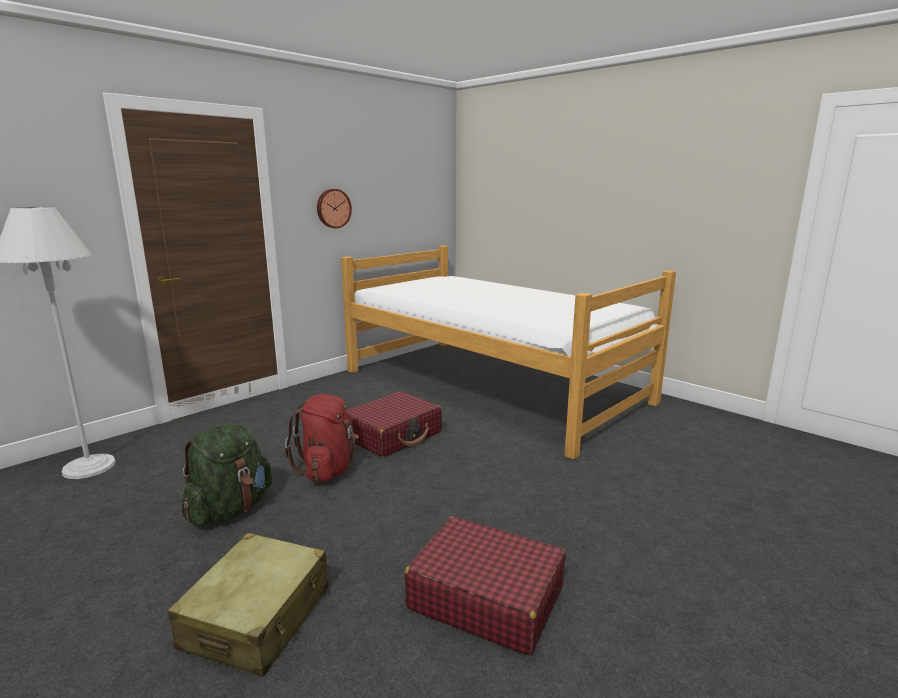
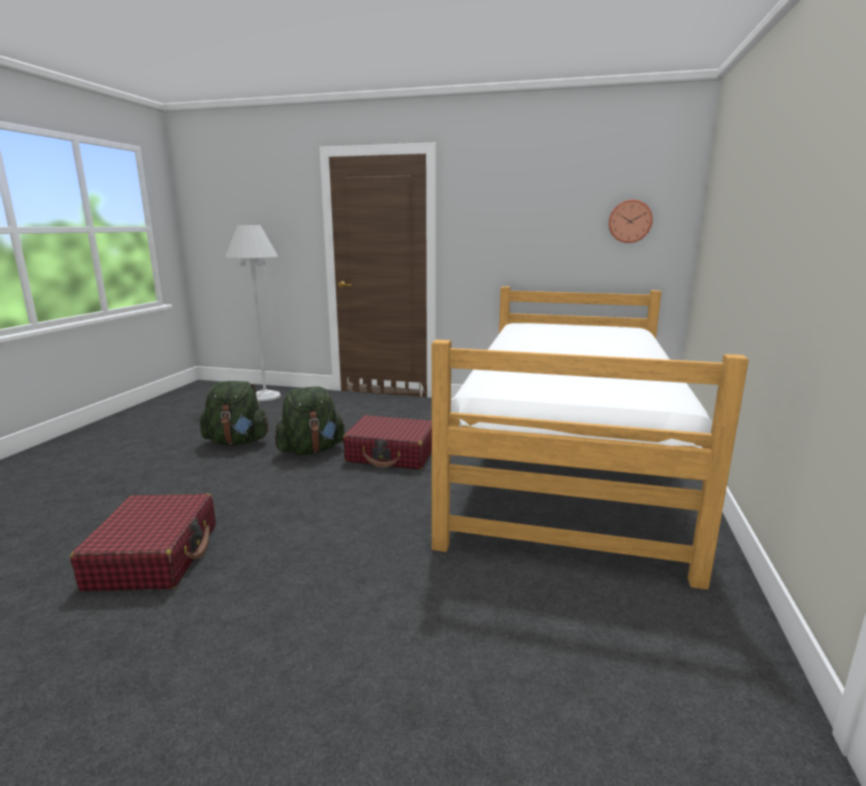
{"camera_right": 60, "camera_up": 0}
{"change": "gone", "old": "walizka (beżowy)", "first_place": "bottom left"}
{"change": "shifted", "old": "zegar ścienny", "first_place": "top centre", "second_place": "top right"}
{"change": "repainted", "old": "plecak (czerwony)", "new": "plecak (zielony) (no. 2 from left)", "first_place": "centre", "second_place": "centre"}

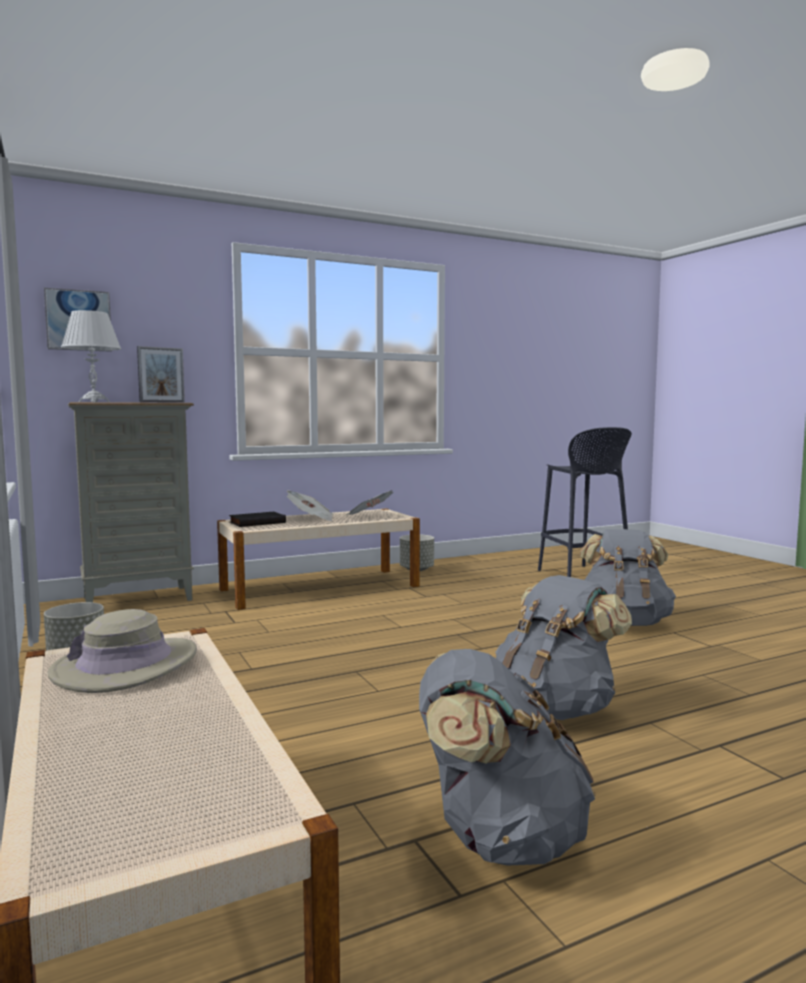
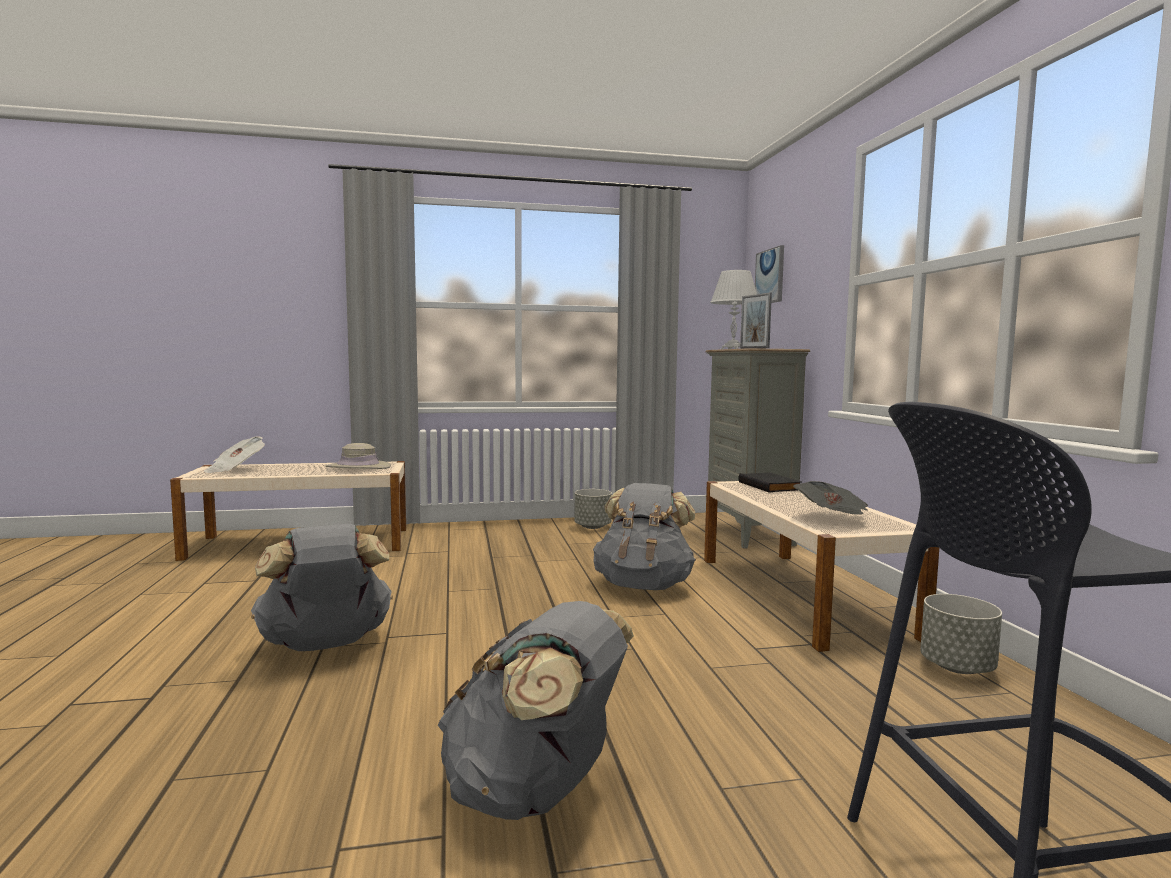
{"camera_right": 105, "camera_up": 0}
{"change": "shifted", "old": "gazeta (no. 1 from left)", "first_place": "centre", "second_place": "middle left"}
{"change": "shifted", "old": "plecak (szary) (no. 1 from left in the first image)", "new": "plecak (szary) (no. 3 from left)", "first_place": "bottom centre", "second_place": "centre"}

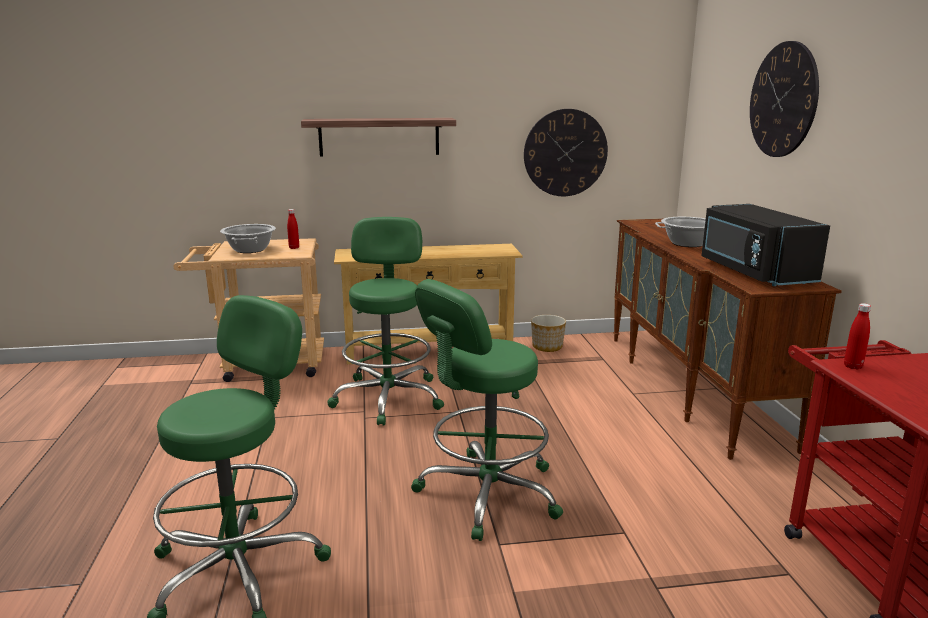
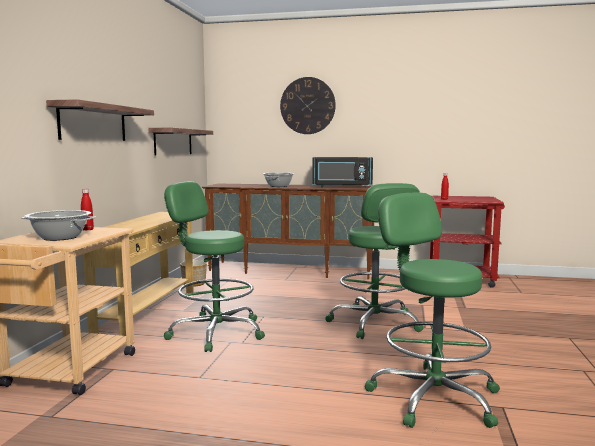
{"camera_right": -70, "camera_up": -10}
{"change": "swapped", "old": "zegar ścienny (no. 1 from left)", "new": "półka (no. 2 from left)", "first_place": "top centre", "second_place": "top left"}

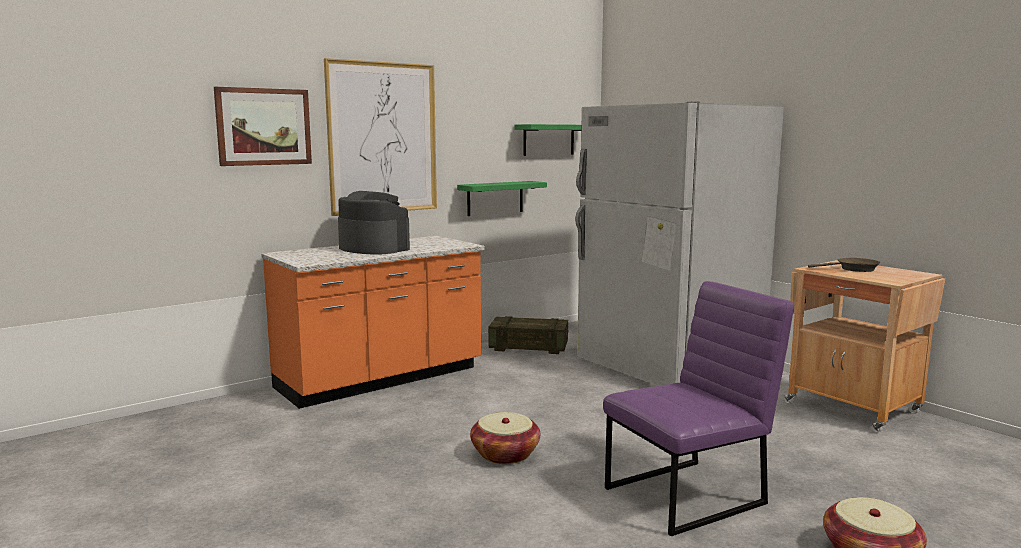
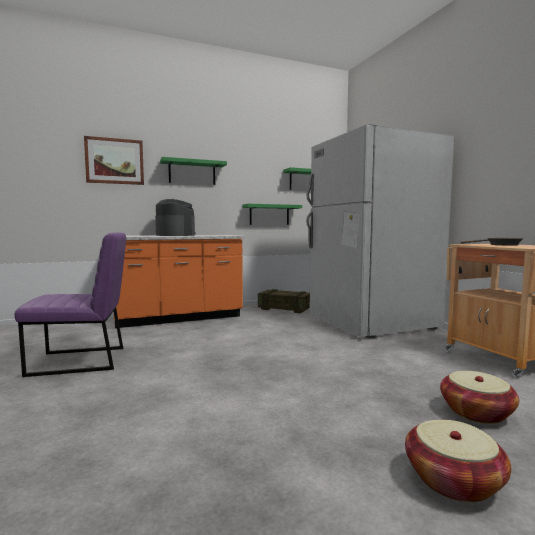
{"camera_right": 15, "camera_up": -5}
{"change": "shifted", "old": "koszyk (no. 1 from left in the first image)", "new": "koszyk (no. 2 from left)", "first_place": "bottom centre", "second_place": "bottom right"}
{"change": "shifted", "old": "krzesło (fioletowy)", "first_place": "bottom right", "second_place": "middle left"}
{"change": "swapped", "old": "obraz (no. 2 from left)", "new": "półka (zielony) (no. 1 from left)", "first_place": "top centre", "second_place": "top centre"}

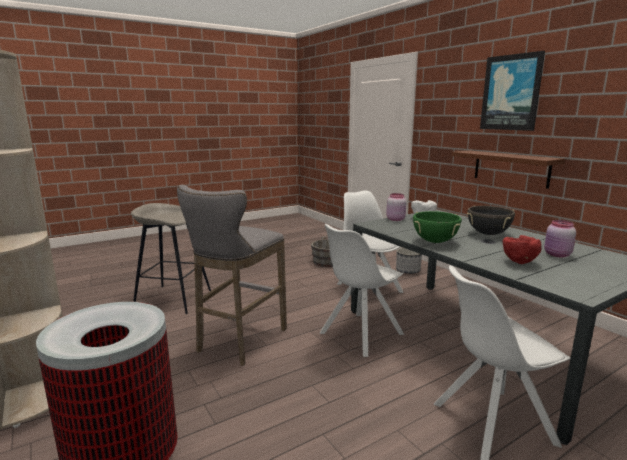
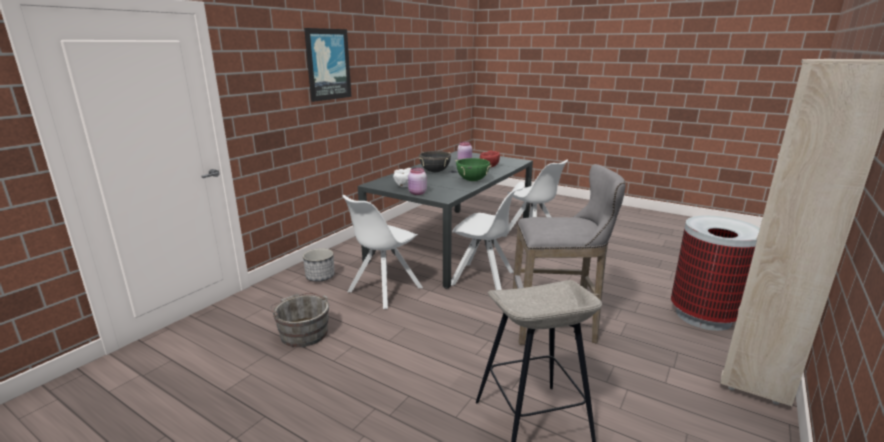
{"camera_right": -115, "camera_up": 5}
{"change": "gone", "old": "półka (brązowy)", "first_place": "middle right"}

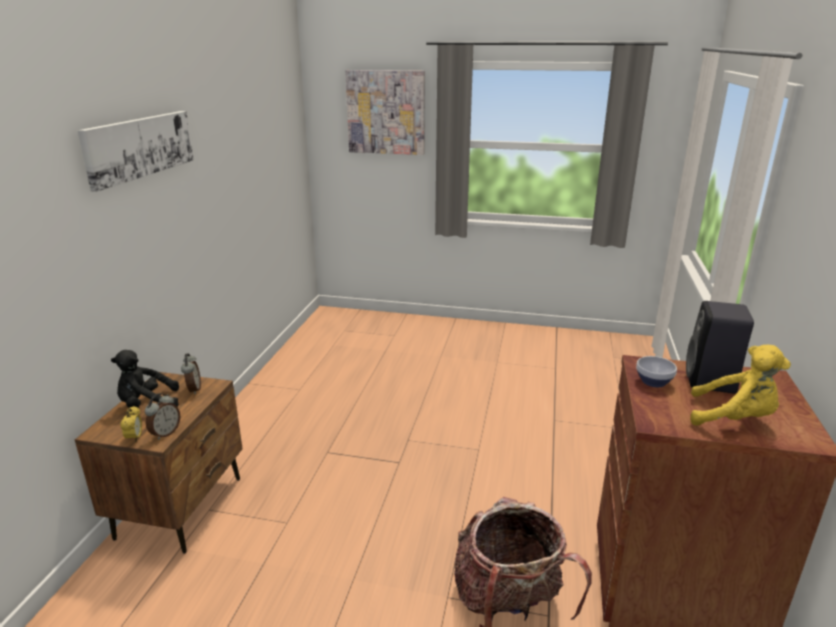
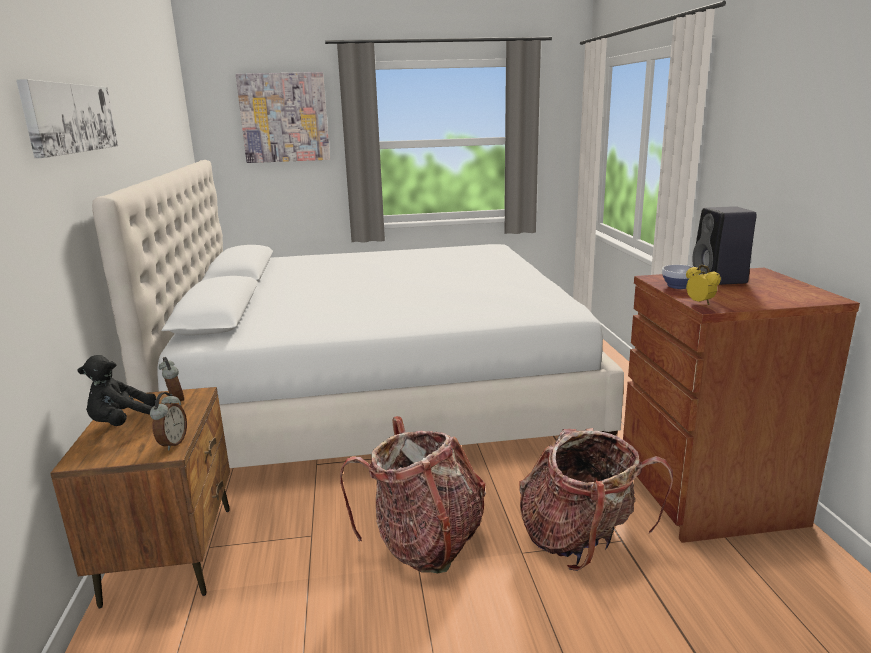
{"camera_right": -20, "camera_up": -5}
{"change": "gone", "old": "pluszak (żółty)", "first_place": "middle right"}
{"change": "new", "new": "łóżko (biały)", "second_place": "centre"}
{"change": "new", "new": "plecak (no. 1 from left)", "second_place": "bottom centre"}
{"change": "shifted", "old": "budzik (no. 1 from left in the first image)", "new": "budzik (no. 3 from left)", "first_place": "bottom left", "second_place": "middle right"}

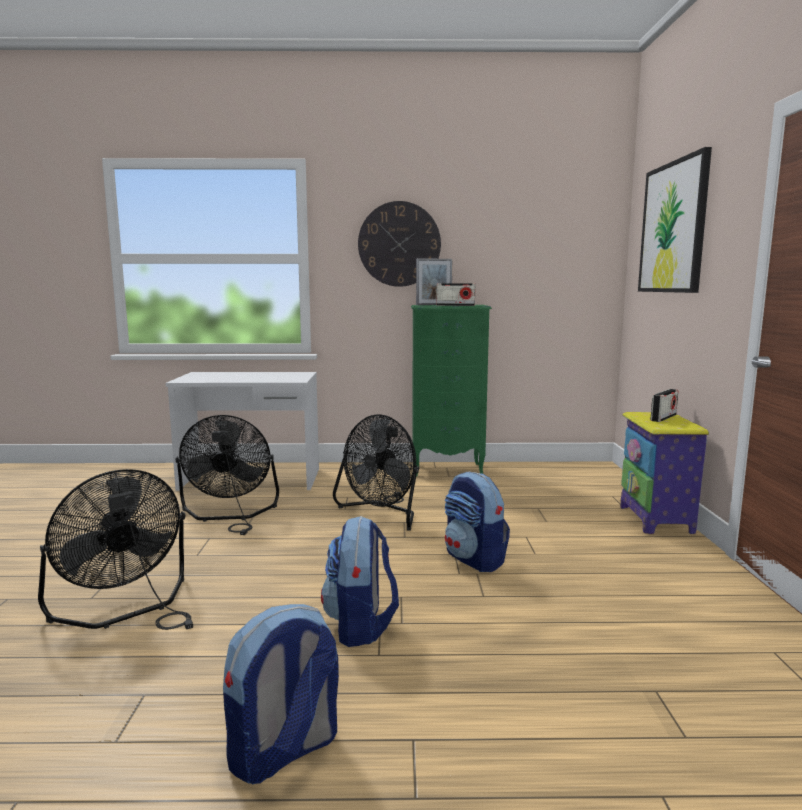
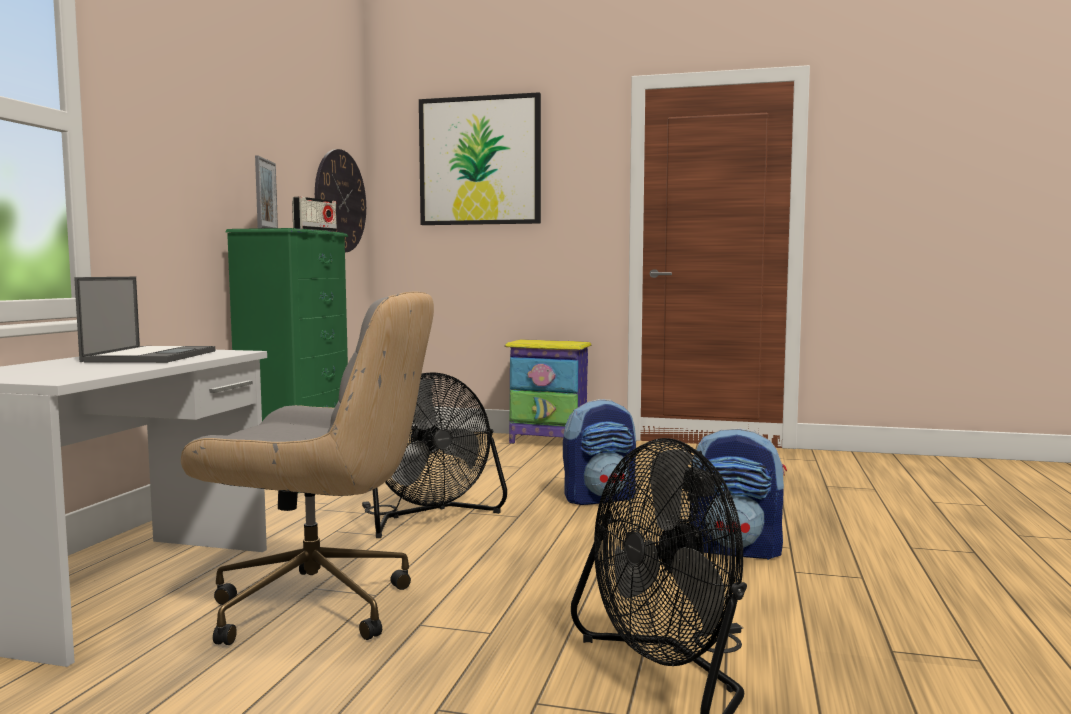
{"camera_right": -75, "camera_up": -5}
{"change": "gone", "old": "plecak (no. 1 from left)", "first_place": "bottom centre"}
{"change": "gone", "old": "radio (no. 2 from left)", "first_place": "middle right"}
{"change": "new", "new": "laptop", "second_place": "middle left"}
{"change": "shifted", "old": "zegar ścienny", "first_place": "top centre", "second_place": "top left"}
{"change": "swapped", "old": "wentylator (czarny) (no. 2 from left)", "new": "krzesło biurowe (szary)", "first_place": "middle left", "second_place": "middle left"}

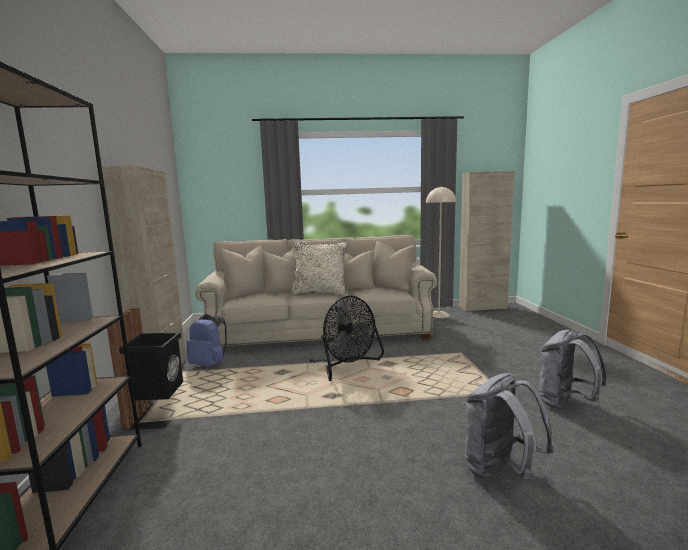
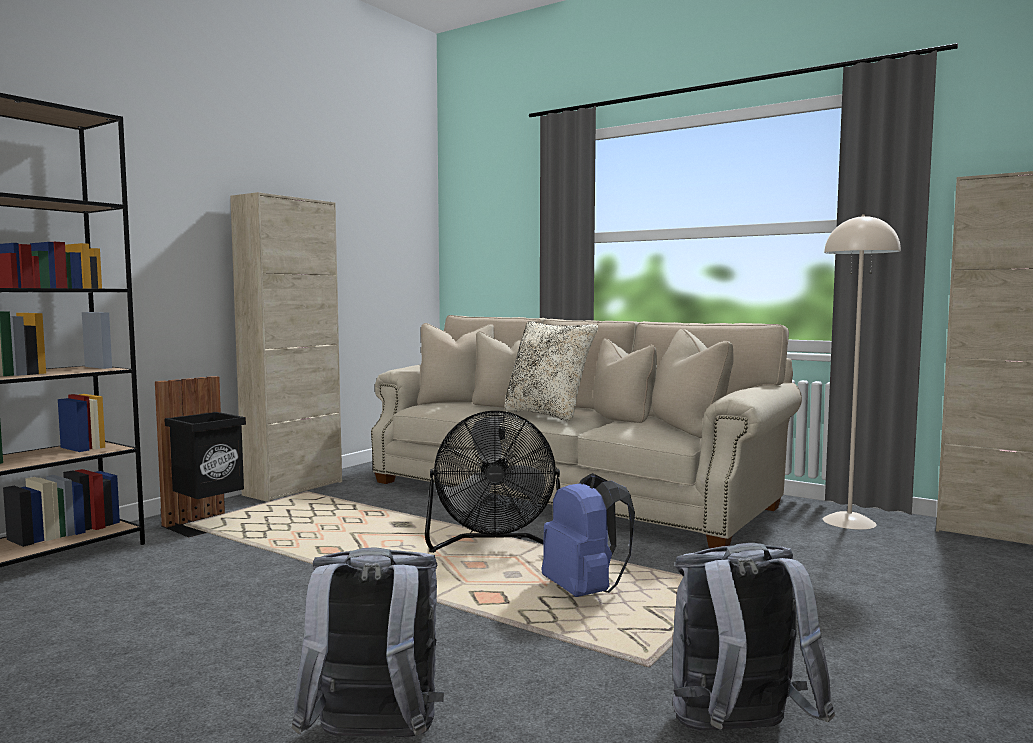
{"camera_right": 40, "camera_up": -5}
{"change": "shifted", "old": "plecak (niebieski)", "first_place": "middle left", "second_place": "bottom centre"}

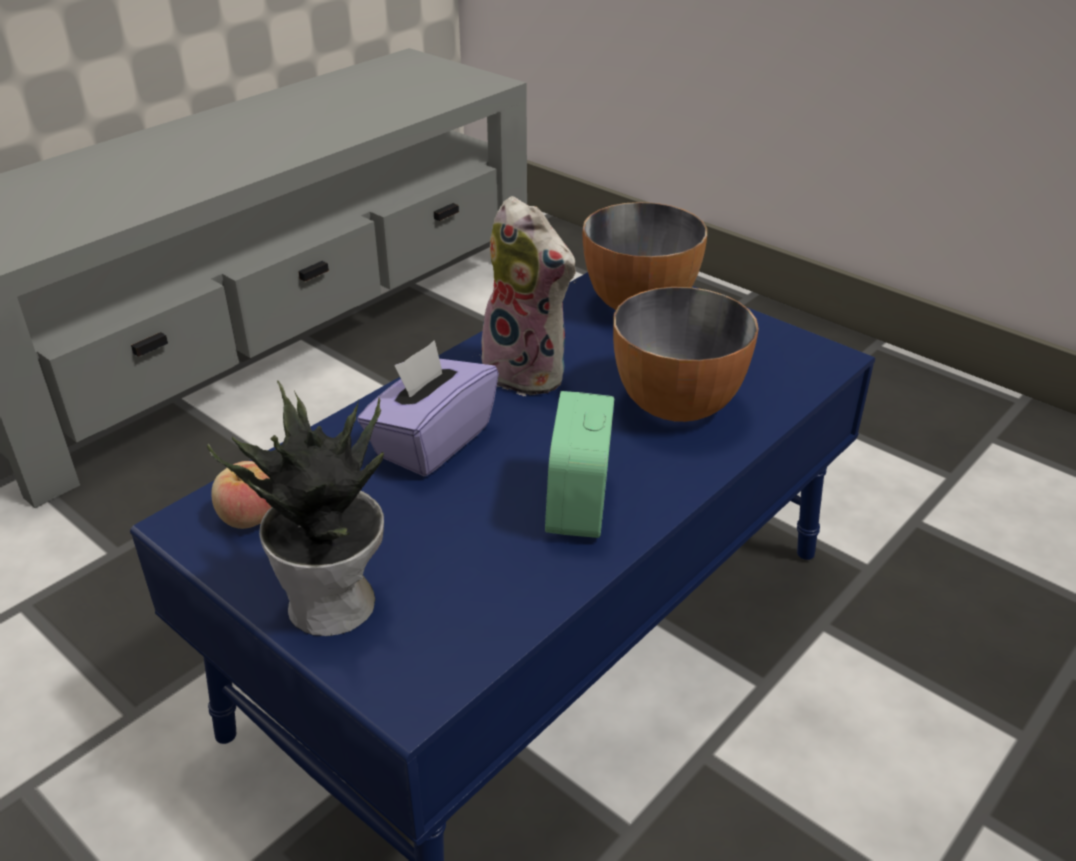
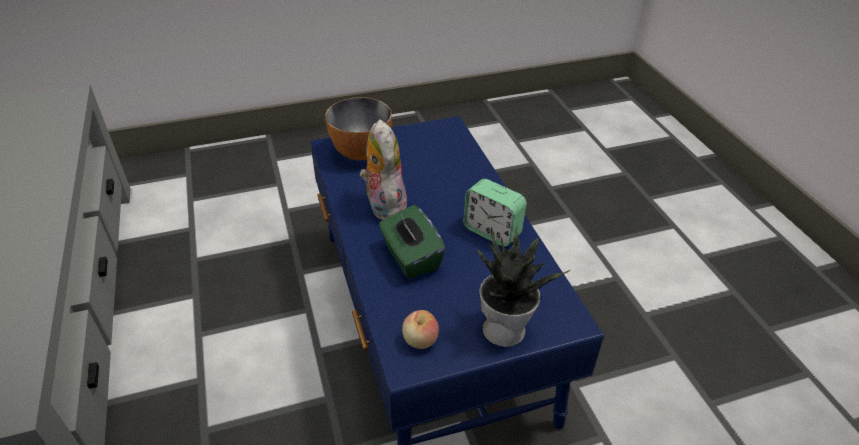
{"camera_right": -60, "camera_up": 5}
{"change": "gone", "old": "miska (no. 2 from left)", "first_place": "centre"}
{"change": "repainted", "old": "pudełko chusteczek (fioletowy)", "new": "pudełko chusteczek (zielony)", "first_place": "centre", "second_place": "centre"}
{"change": "rotated", "old": "pluszak", "first_place": "centre", "second_place": "centre", "degrees": -90}

